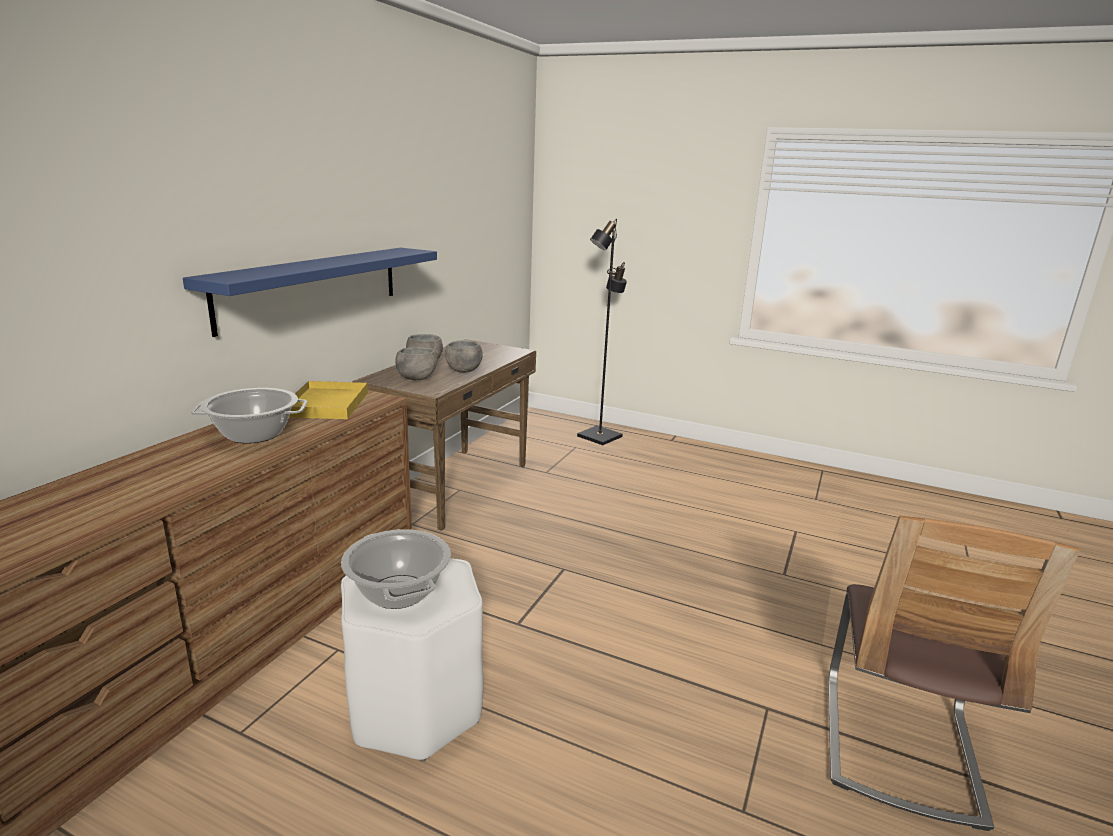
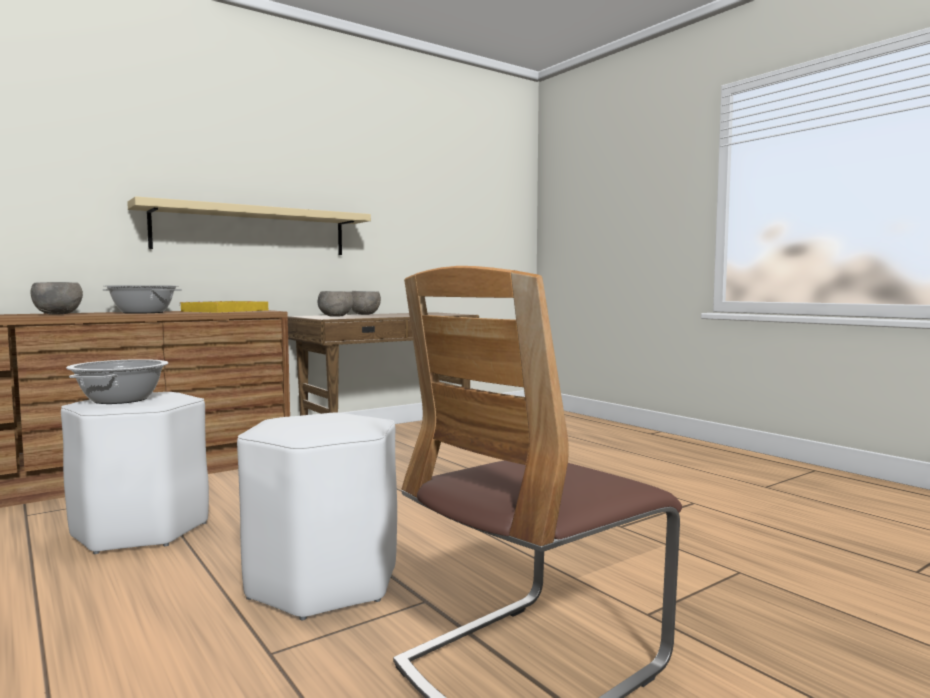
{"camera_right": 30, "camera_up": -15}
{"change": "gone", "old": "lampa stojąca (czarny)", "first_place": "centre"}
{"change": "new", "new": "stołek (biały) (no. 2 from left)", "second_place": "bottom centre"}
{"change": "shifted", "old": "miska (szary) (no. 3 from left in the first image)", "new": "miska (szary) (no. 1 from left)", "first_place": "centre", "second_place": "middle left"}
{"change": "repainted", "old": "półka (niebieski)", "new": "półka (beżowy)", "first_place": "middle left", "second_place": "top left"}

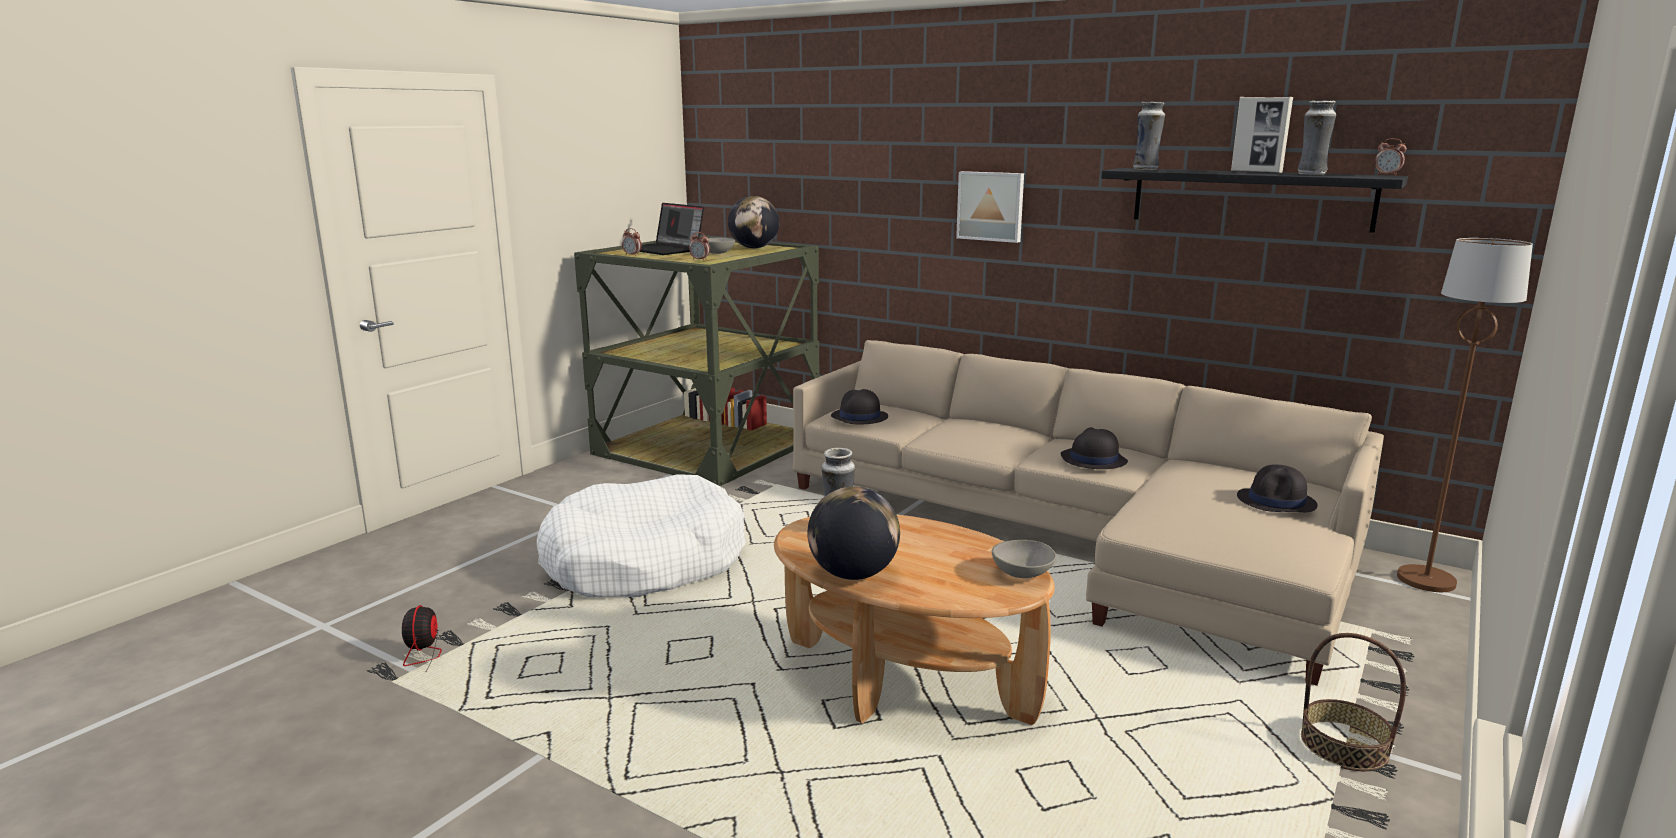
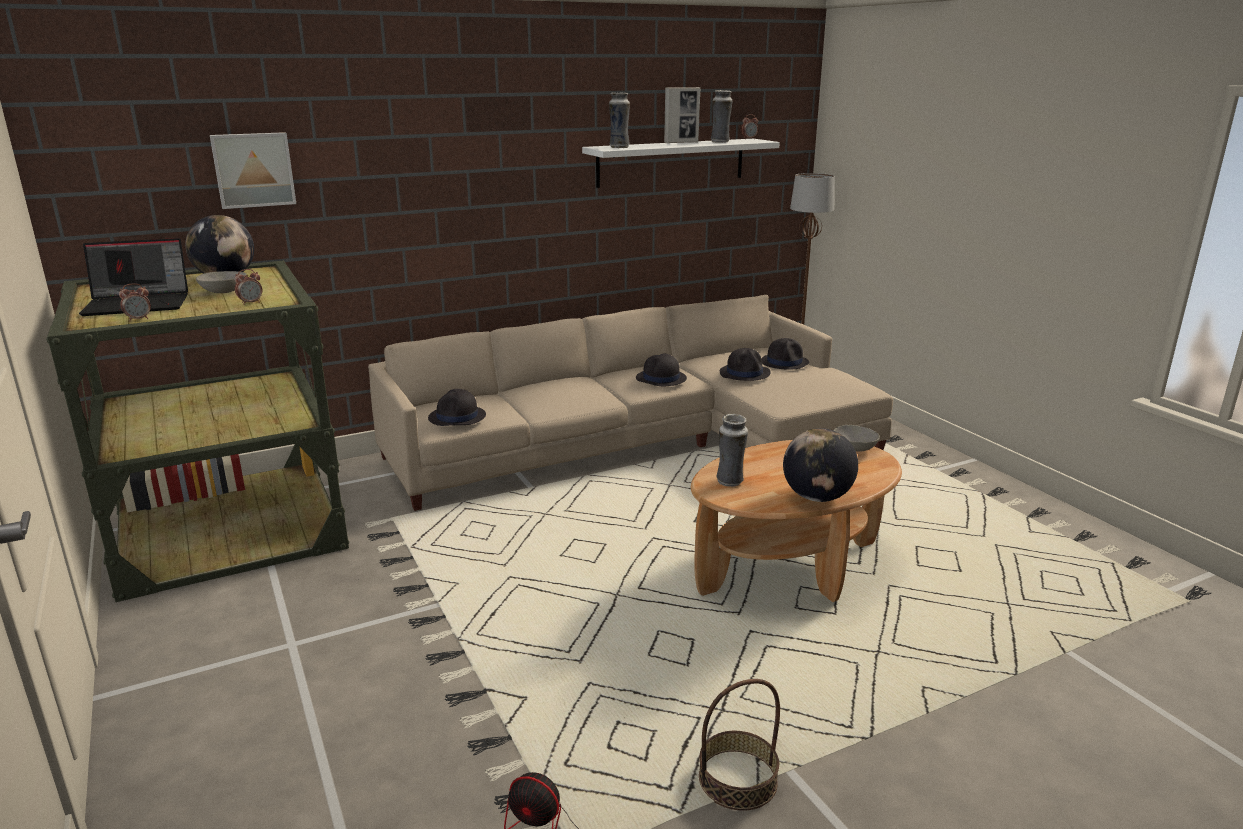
{"camera_right": -60, "camera_up": 5}
{"change": "gone", "old": "legowisko (biały)", "first_place": "centre"}
{"change": "new", "new": "kapelusz (czarny) (no. 3 from left)", "second_place": "centre"}
{"change": "shifted", "old": "obraz", "first_place": "top centre", "second_place": "top left"}
{"change": "shifted", "old": "koszyk", "first_place": "bottom right", "second_place": "bottom centre"}
{"change": "repainted", "old": "półka (czarny)", "new": "półka (biały)", "first_place": "top right", "second_place": "top centre"}

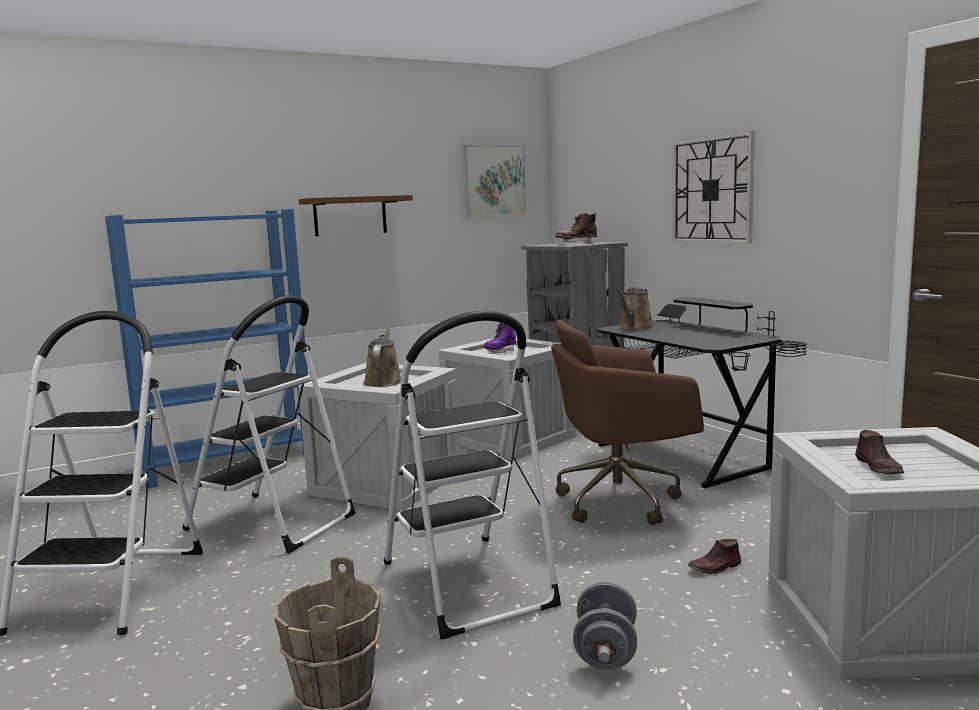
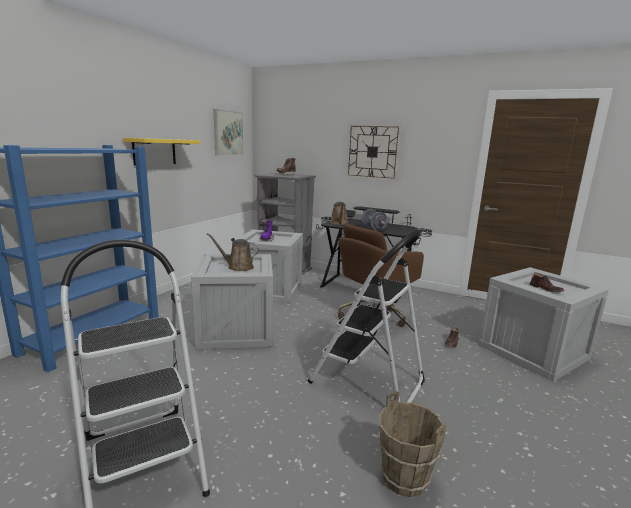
{"camera_right": -35, "camera_up": 5}
{"change": "gone", "old": "drabinka (no. 2 from left)", "first_place": "middle left"}
{"change": "shifted", "old": "hantel (szary)", "first_place": "bottom centre", "second_place": "centre"}
{"change": "repainted", "old": "półka (brązowy)", "new": "półka (żółty)", "first_place": "top centre", "second_place": "top left"}
{"change": "rotated", "old": "konewka (brązowy) (no. 1 from left)", "first_place": "centre", "second_place": "centre", "degrees": -45}

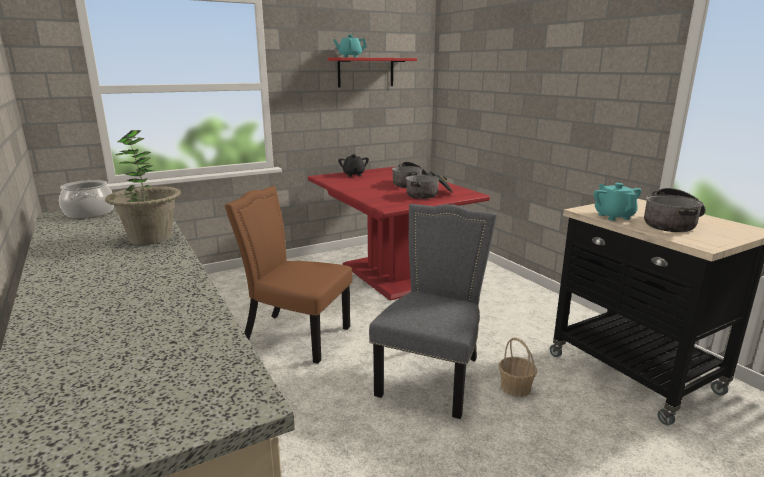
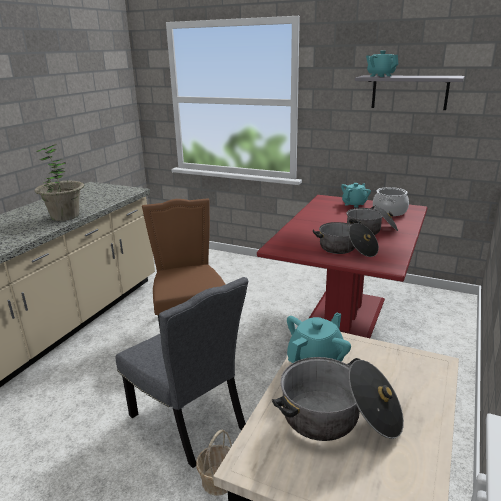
{"camera_right": 55, "camera_up": 5}
{"change": "shifted", "old": "garnek (no. 1 from left in the first image)", "new": "garnek (no. 4 from left)", "first_place": "middle left", "second_place": "middle right"}
{"change": "repainted", "old": "półka (czerwony)", "new": "półka (szary)", "first_place": "top centre", "second_place": "top right"}
{"change": "repainted", "old": "imbryk (czarny)", "new": "imbryk (turkusowy) (no. 2 from left)", "first_place": "centre", "second_place": "middle right"}
{"change": "rotated", "old": "krzesło (szary)", "first_place": "centre", "second_place": "bottom centre", "degrees": 60}

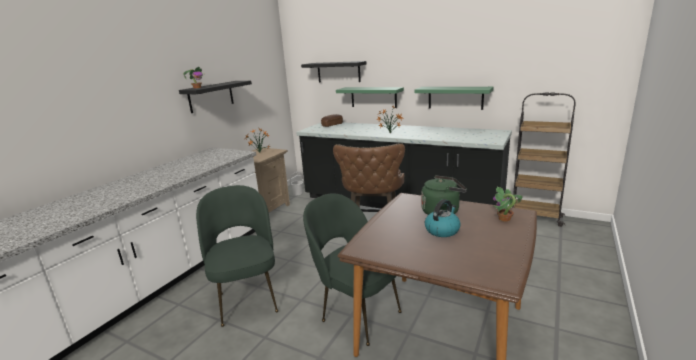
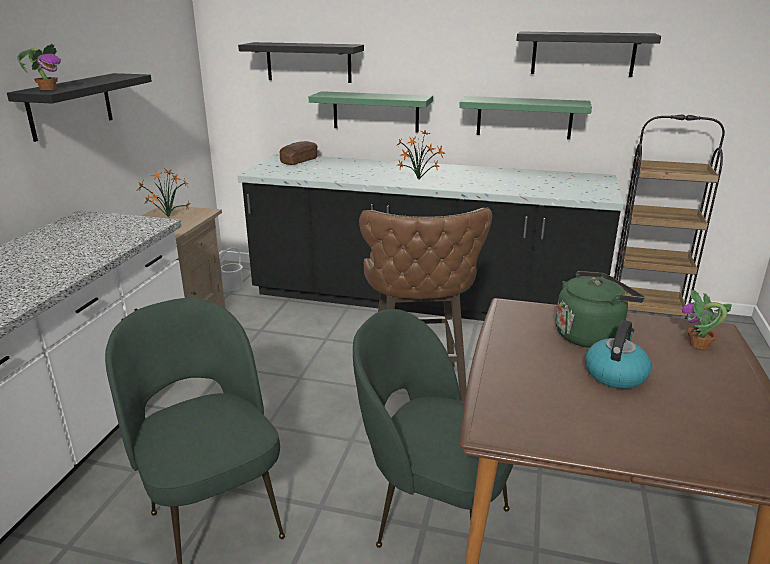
{"camera_right": -15, "camera_up": 5}
{"change": "new", "new": "półka (czarny) (no. 3 from left)", "second_place": "top right"}

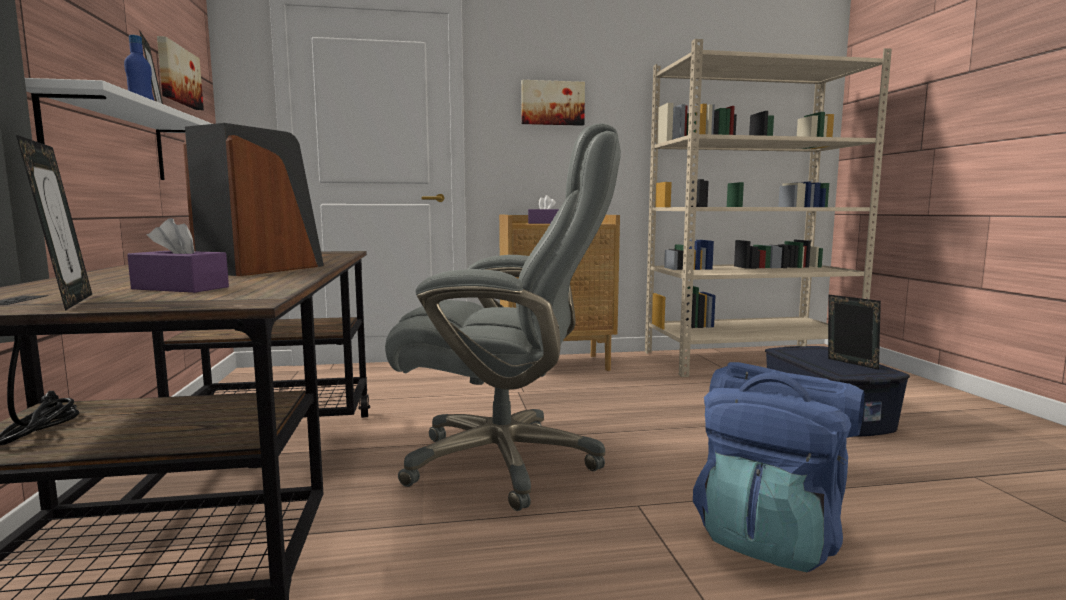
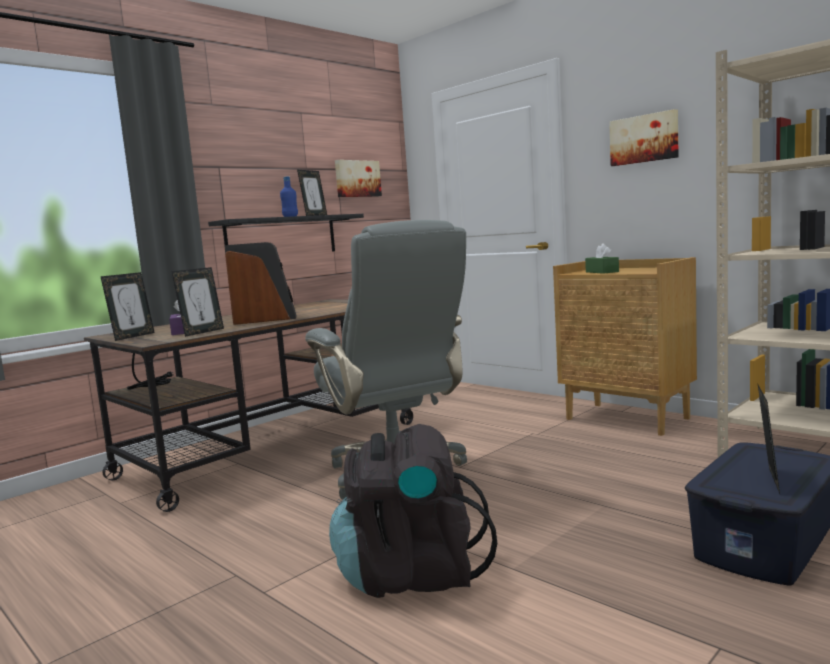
{"camera_right": 55, "camera_up": 0}
{"change": "new", "new": "ramka na zdjęcie (no. 2 from left)", "second_place": "middle left"}
{"change": "repainted", "old": "półka (biały)", "new": "półka (czarny)", "first_place": "top left", "second_place": "centre"}
{"change": "repainted", "old": "pudełko chusteczek (fioletowy) (no. 2 from left)", "new": "pudełko chusteczek (zielony)", "first_place": "centre", "second_place": "middle right"}
{"change": "repainted", "old": "plecak (niebieski)", "new": "plecak (czarny)", "first_place": "bottom right", "second_place": "bottom centre"}

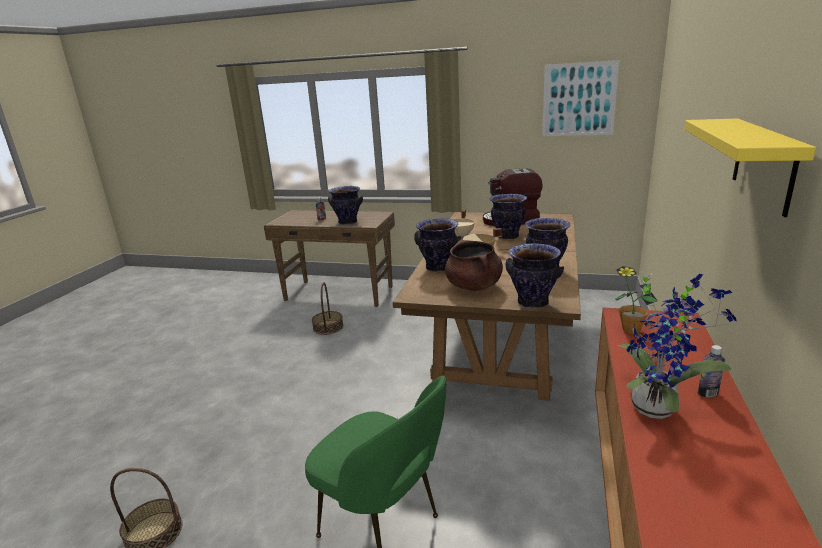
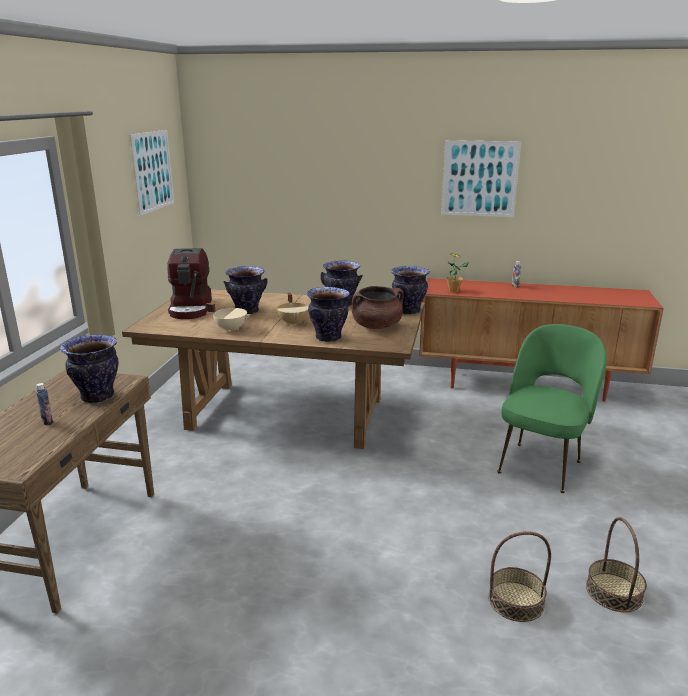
{"camera_right": -95, "camera_up": 0}
{"change": "gone", "old": "roślina doniczkowa (no. 2 from left)", "first_place": "middle right"}
{"change": "shifted", "old": "koszyk (no. 2 from left in the first image)", "new": "koszyk (no. 1 from left)", "first_place": "centre", "second_place": "bottom right"}
{"change": "swapped", "old": "półka (żółty)", "new": "obraz (no. 2 from left)", "first_place": "top right", "second_place": "top right"}

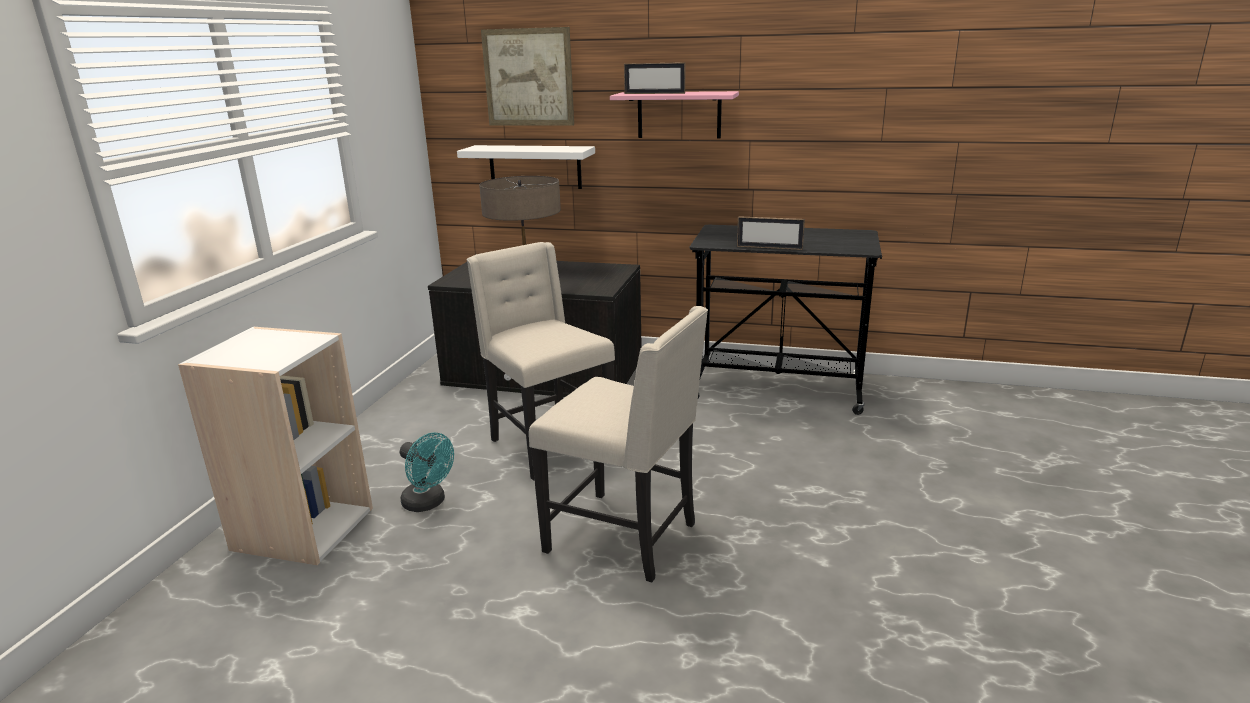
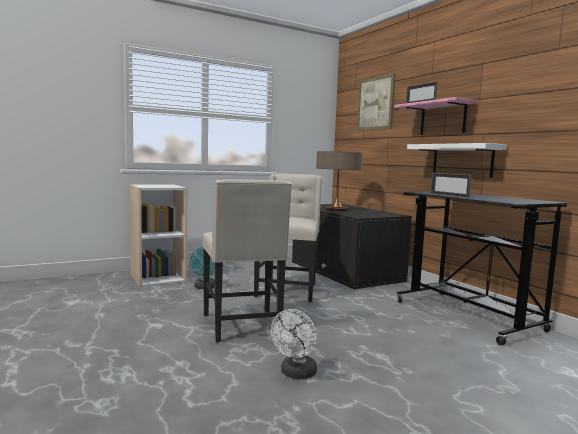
{"camera_right": 45, "camera_up": -15}
{"change": "new", "new": "wentylator (biały)", "second_place": "bottom centre"}
{"change": "shifted", "old": "półka (biały)", "first_place": "top centre", "second_place": "middle right"}

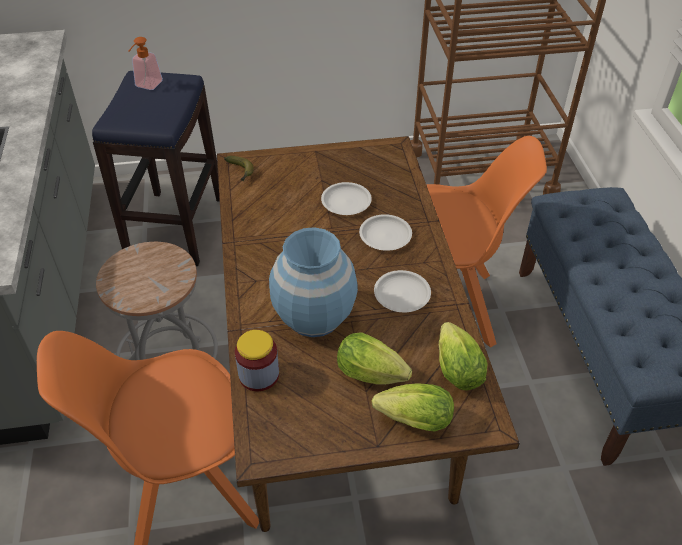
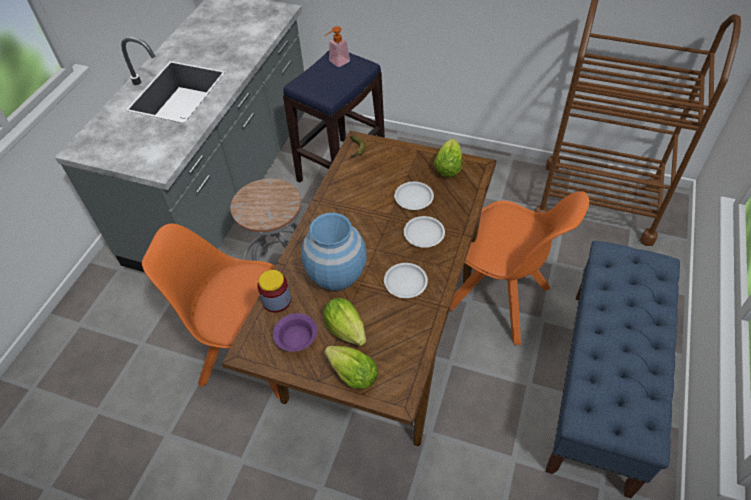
{"camera_right": 30, "camera_up": 5}
{"change": "new", "new": "miska (fioletowy)", "second_place": "centre"}
{"change": "shifted", "old": "sałata (no. 3 from left)", "first_place": "middle right", "second_place": "top centre"}

